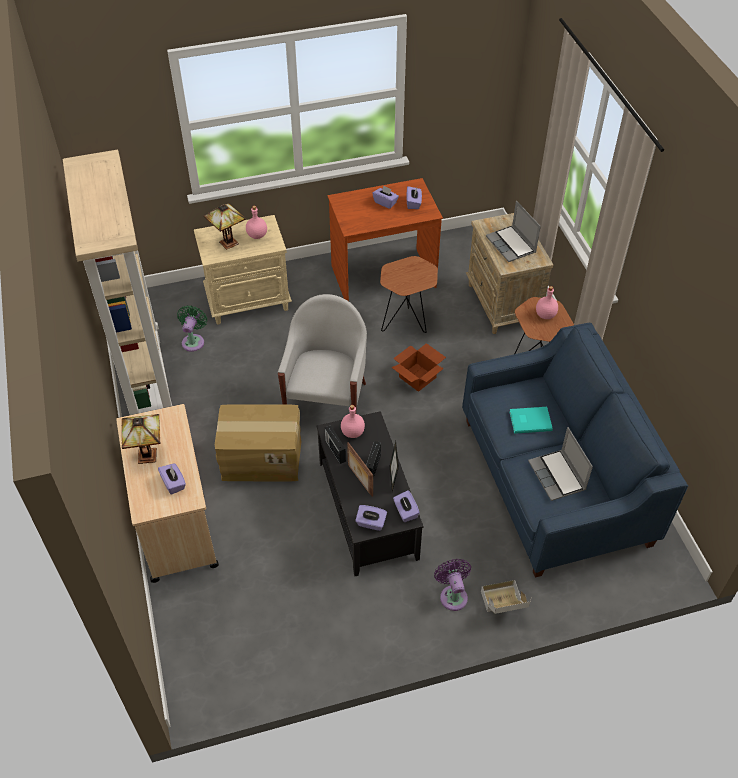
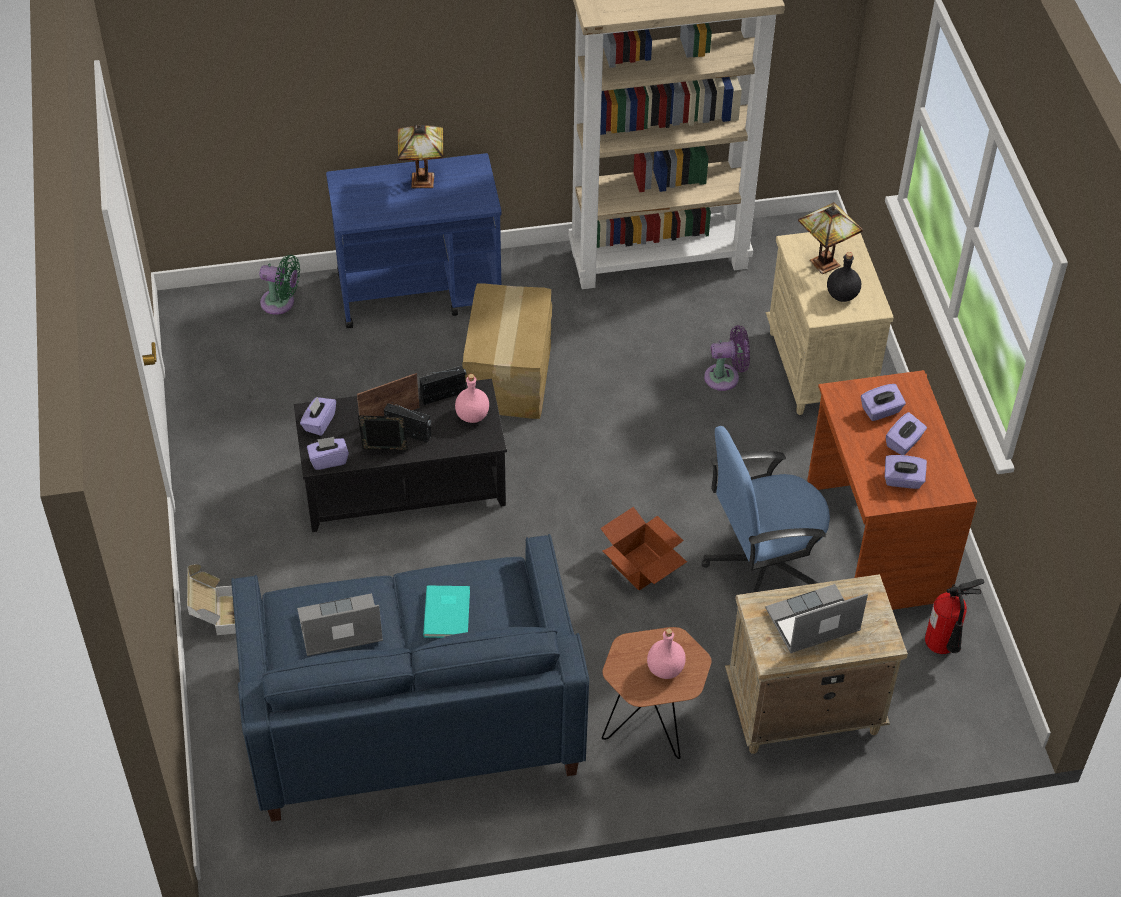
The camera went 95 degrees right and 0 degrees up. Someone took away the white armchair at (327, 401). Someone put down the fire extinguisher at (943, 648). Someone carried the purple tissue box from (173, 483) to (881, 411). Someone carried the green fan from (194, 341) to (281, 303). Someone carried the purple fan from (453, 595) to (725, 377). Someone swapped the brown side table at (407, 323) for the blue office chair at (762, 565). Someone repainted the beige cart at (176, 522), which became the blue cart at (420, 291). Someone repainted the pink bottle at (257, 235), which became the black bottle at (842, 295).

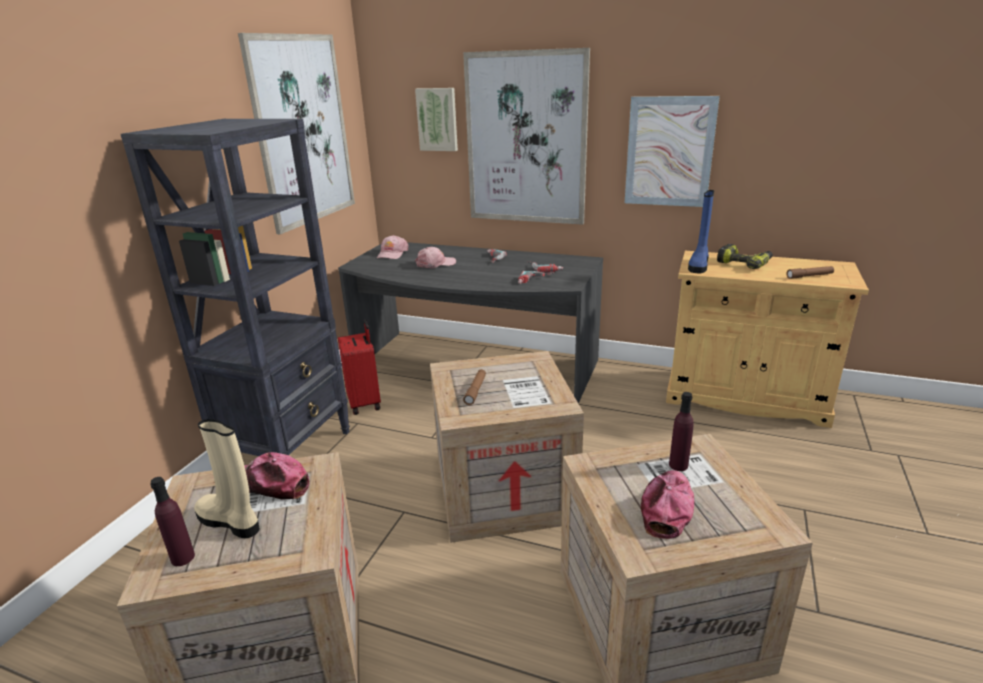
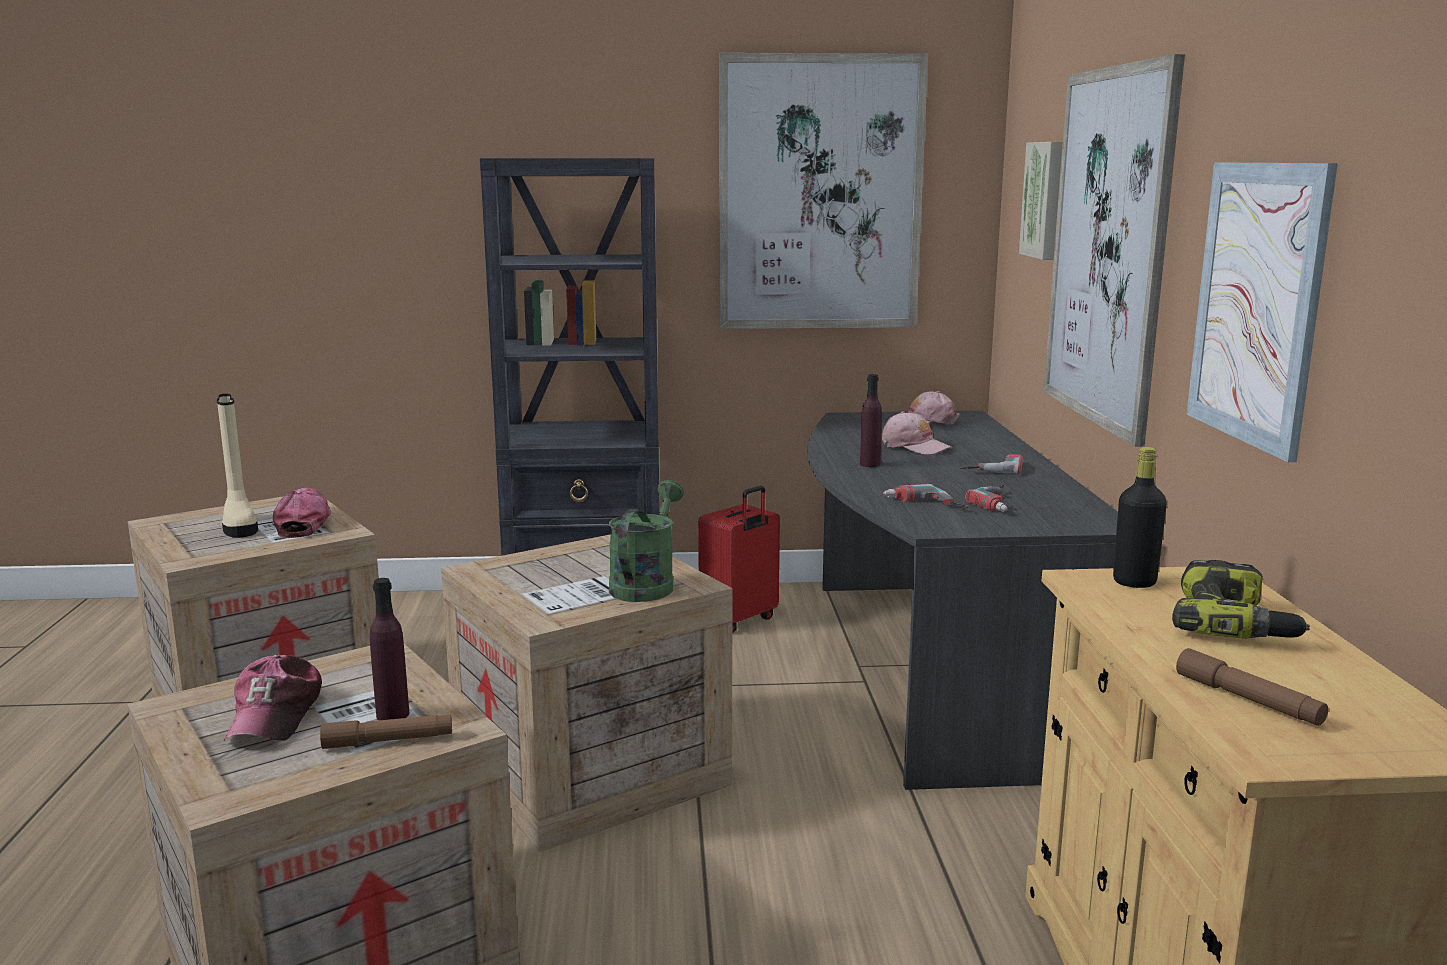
The camera went 65 degrees right and 10 degrees down. Someone put down the green watering can at (646, 584). Someone carried the purple bottle from (183, 557) to (870, 464). Someone carried the brown flashlight from (475, 390) to (388, 741). Someone swapped the blue boot at (699, 265) for the black bottle at (1134, 582). Someone rotated the beige boot at (230, 522) by 150 degrees clockwise. Someone rotated the cap at (667, 508) by 90 degrees clockwise.

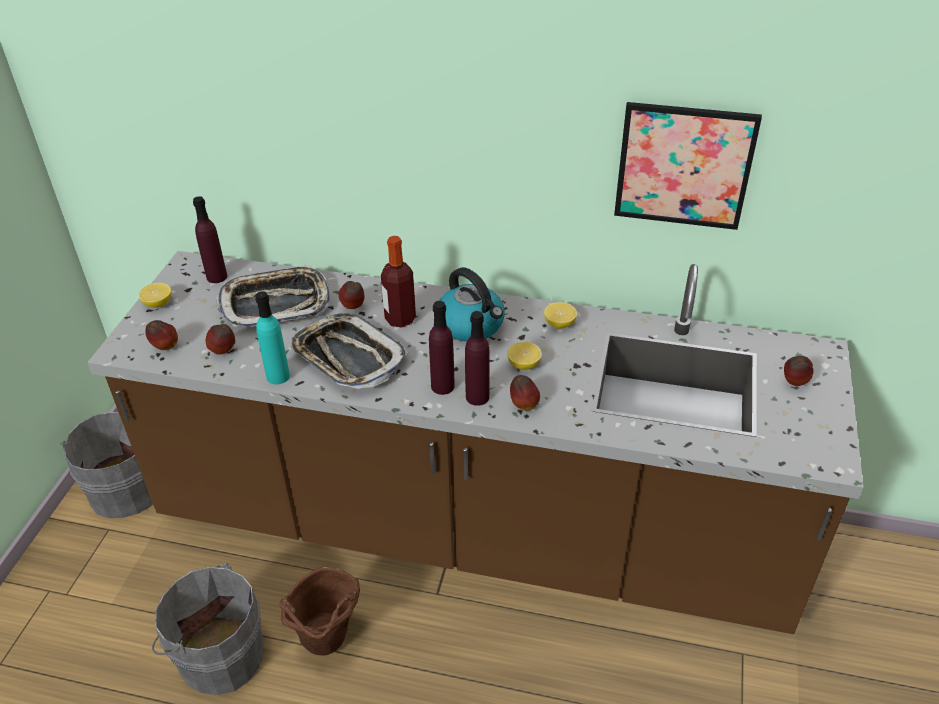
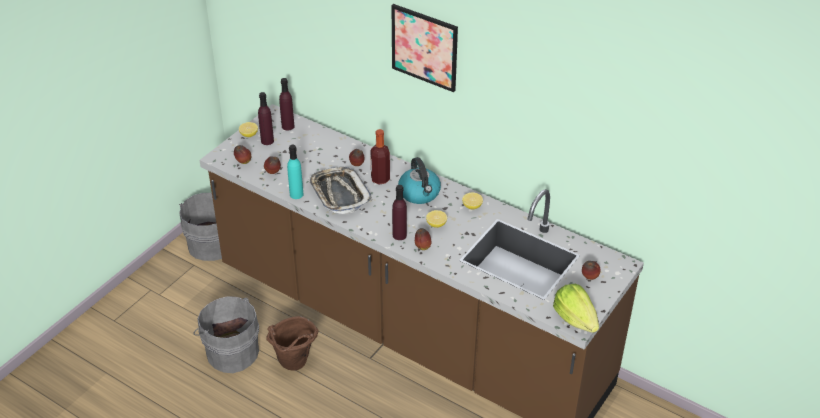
The camera went 20 degrees right and 0 degrees up. Someone took away the tray at (275, 303). Someone put down the lettuce at (575, 319). Someone carried the purple bottle from (442, 386) to (267, 141). Someone carried the picture from (684, 166) to (424, 47).

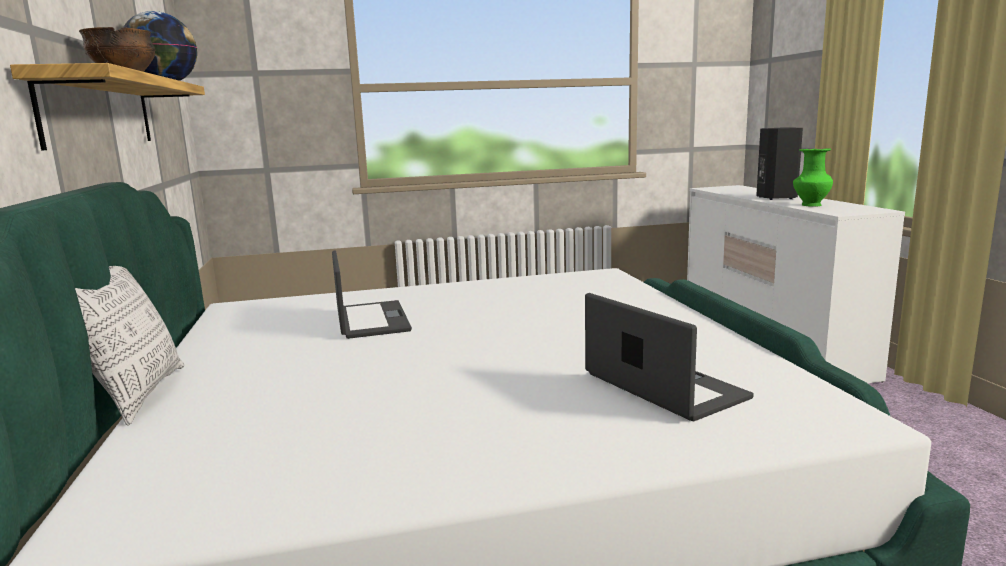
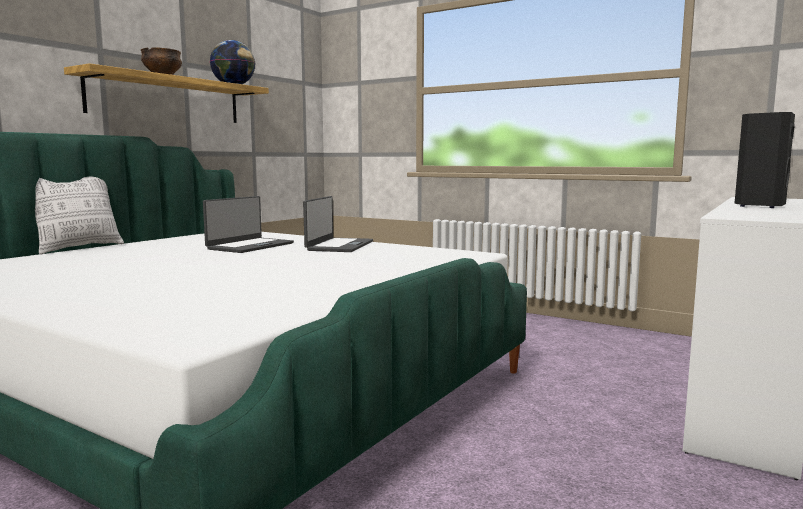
The camera went 45 degrees right and 5 degrees down. Someone took away the green vase at (810, 205). Someone carried the laptop from (663, 387) to (339, 246).

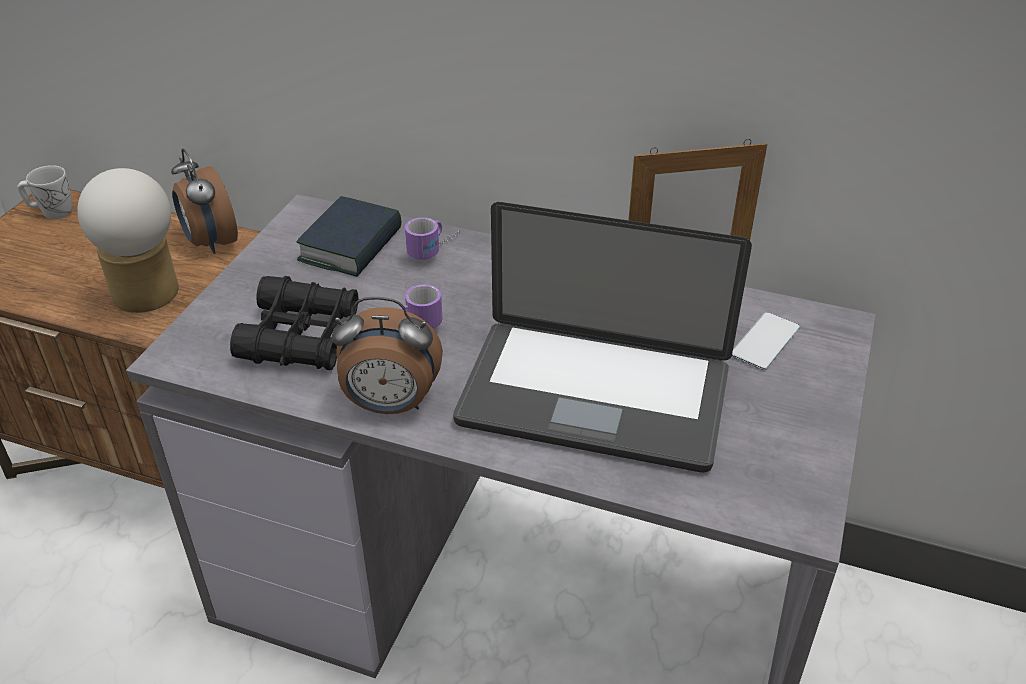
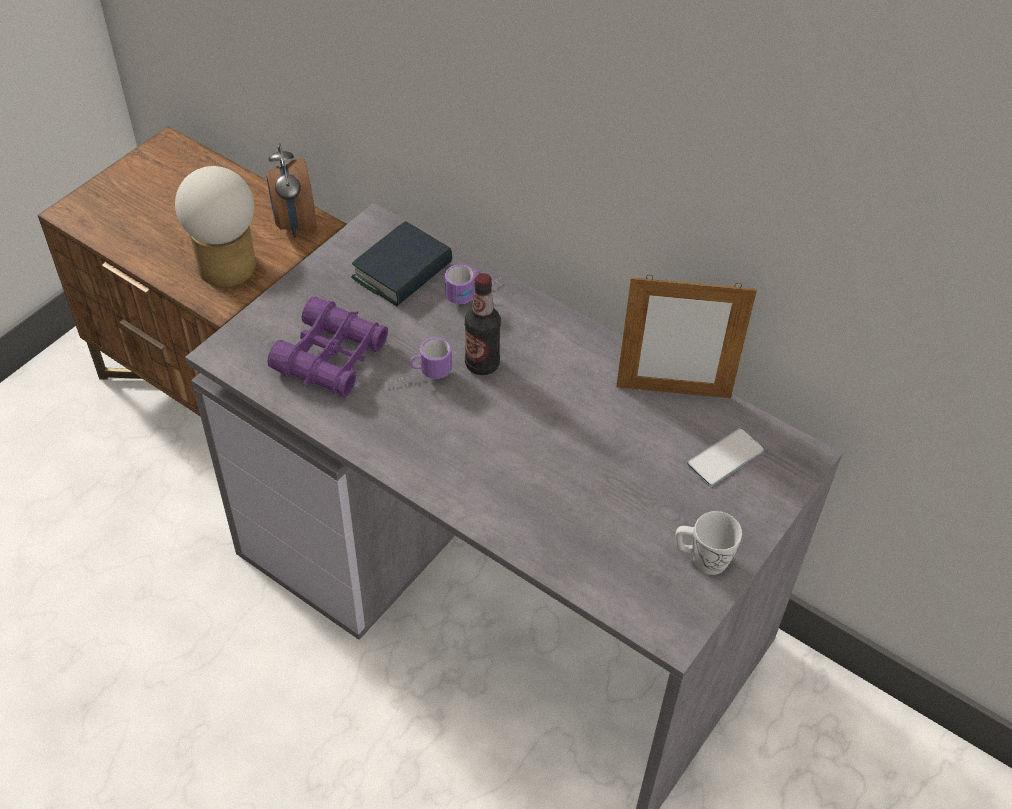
The camera went 15 degrees right and 10 degrees up. Someone took away the alarm clock at (390, 405). Someone took away the laptop at (594, 397). Someone put down the bottle at (482, 364). Someone carried the white mug from (51, 212) to (702, 559). Someone repainted the black binoculars at (300, 336), which became the purple binoculars at (331, 357).

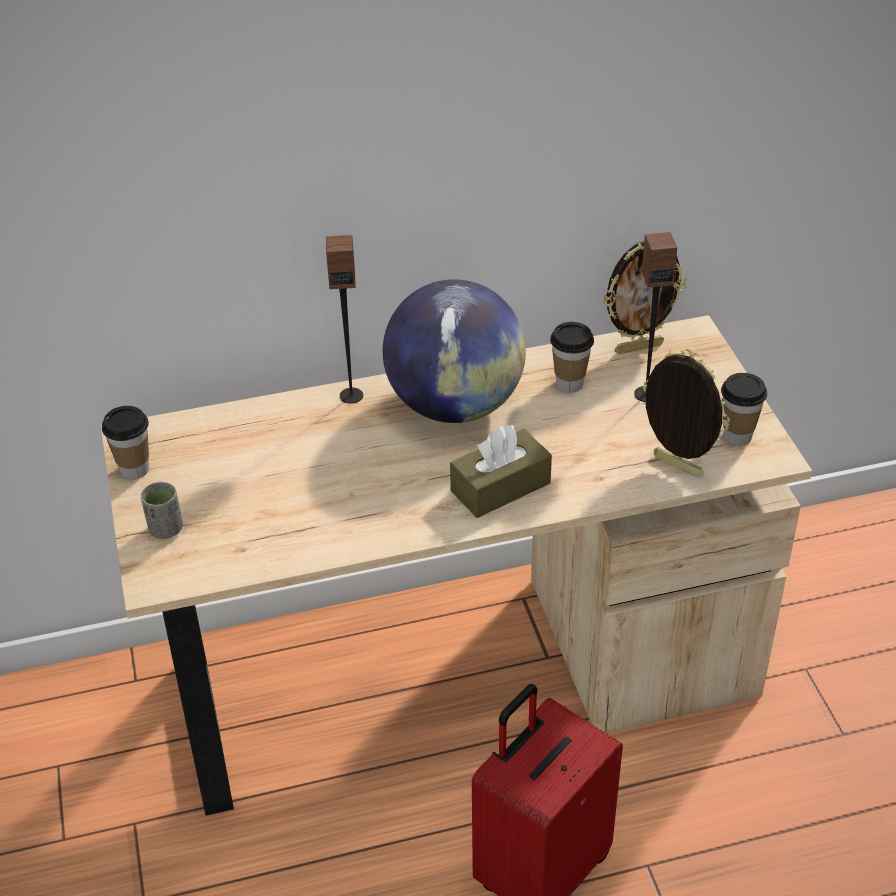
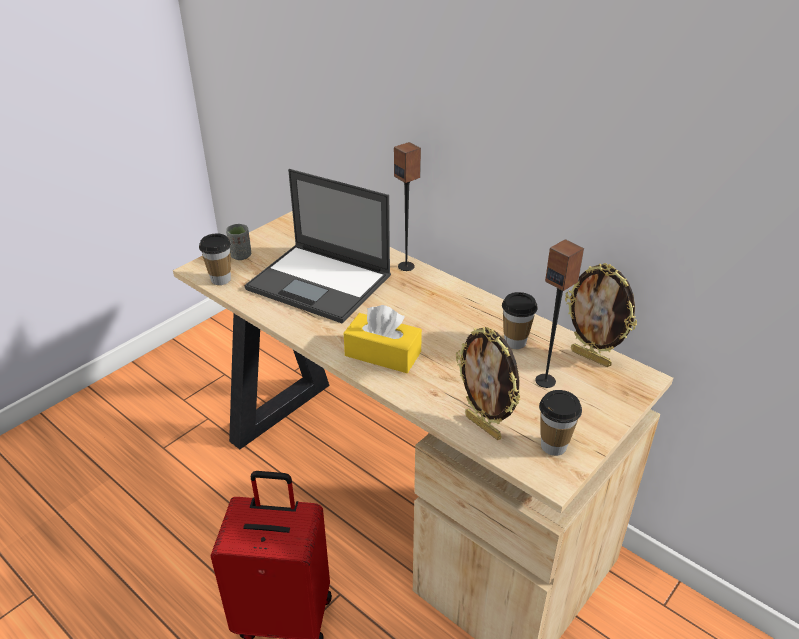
The camera went 55 degrees right and 5 degrees down. Someone took away the globe at (455, 405). Someone put down the laptop at (321, 283). Someone carried the cup from (134, 469) to (221, 279). Someone repainted the brown tissue box at (500, 487), which became the yellow tissue box at (383, 354). Someone rotated the picture frame at (676, 467) by 135 degrees clockwise.

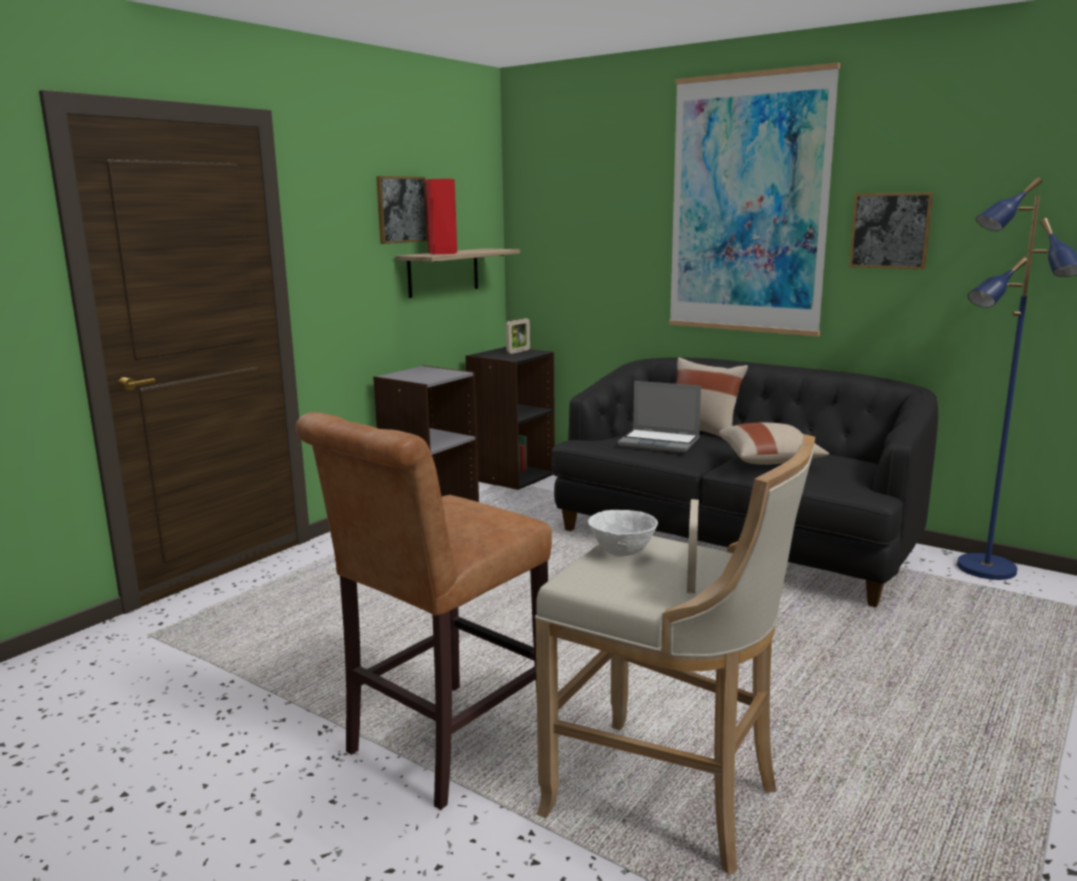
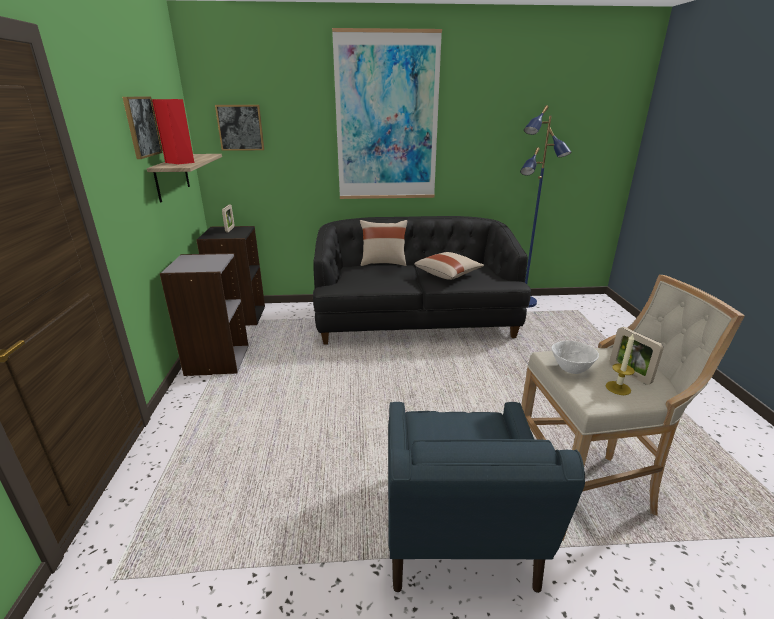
The camera went 40 degrees left and 10 degrees up. Someone took away the laptop at (660, 442). Someone put down the candle at (618, 388). Someone carried the picture from (890, 230) to (240, 127). Someone swapped the brown stool at (440, 747) for the blue armchair at (457, 532).

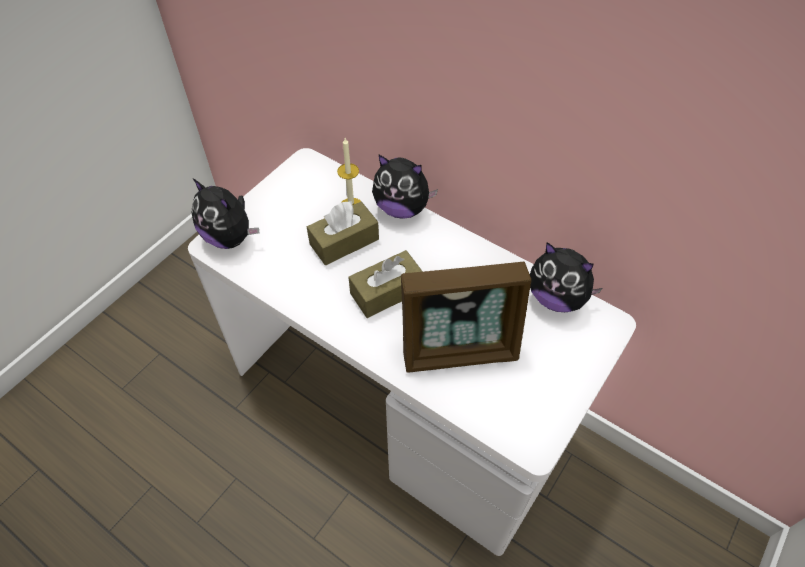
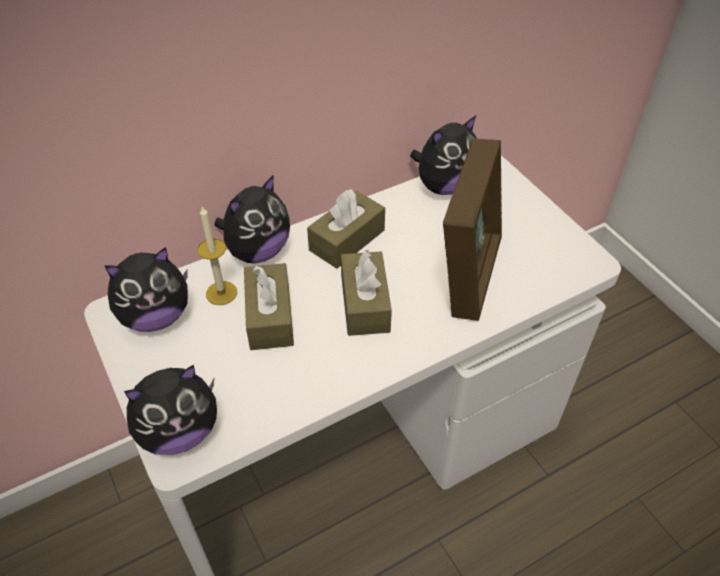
The camera went 65 degrees left and 5 degrees down. Someone put down the plush toy at (156, 316). Someone put down the brown tissue box at (347, 240).

